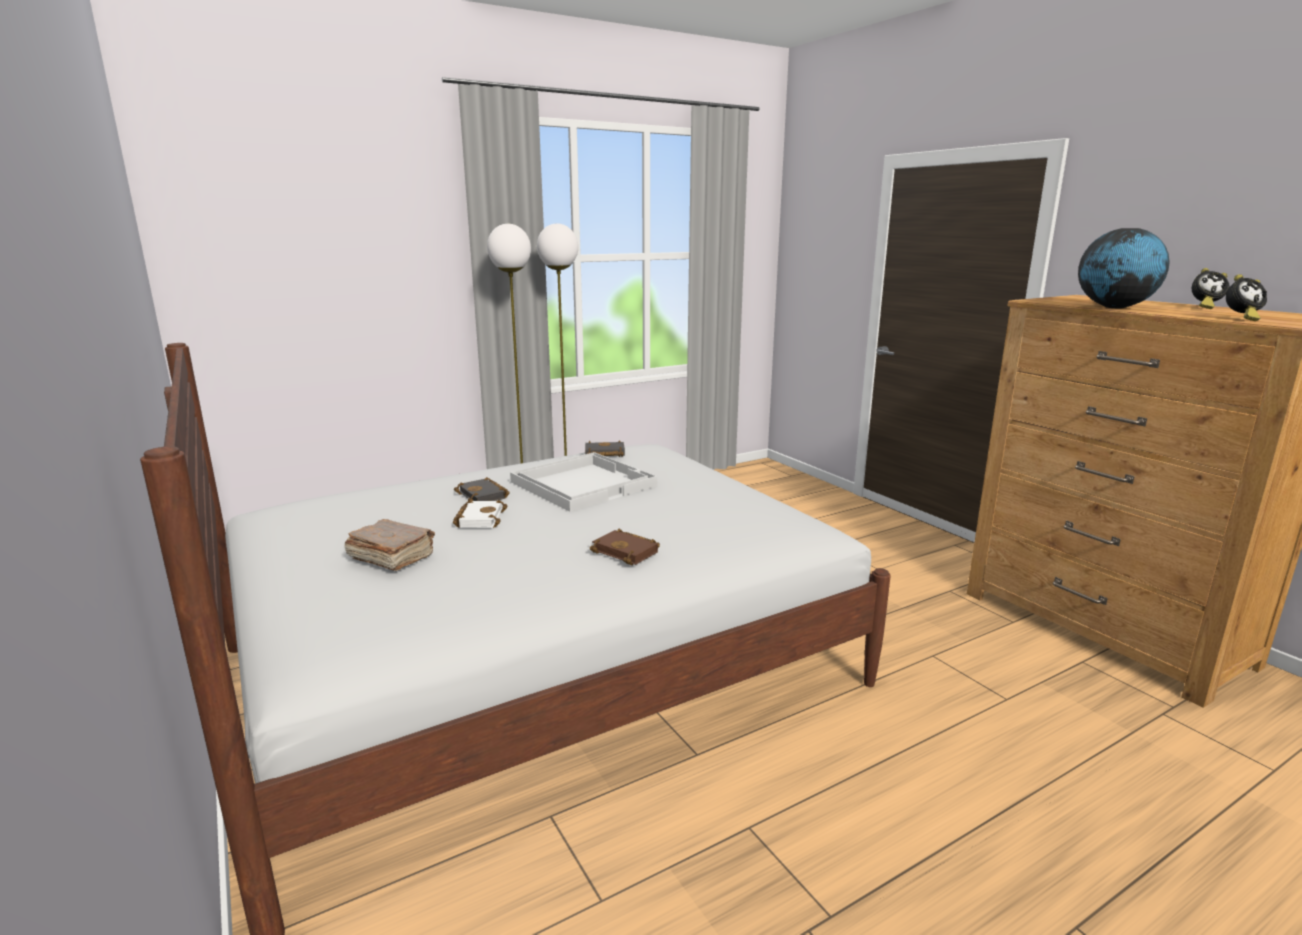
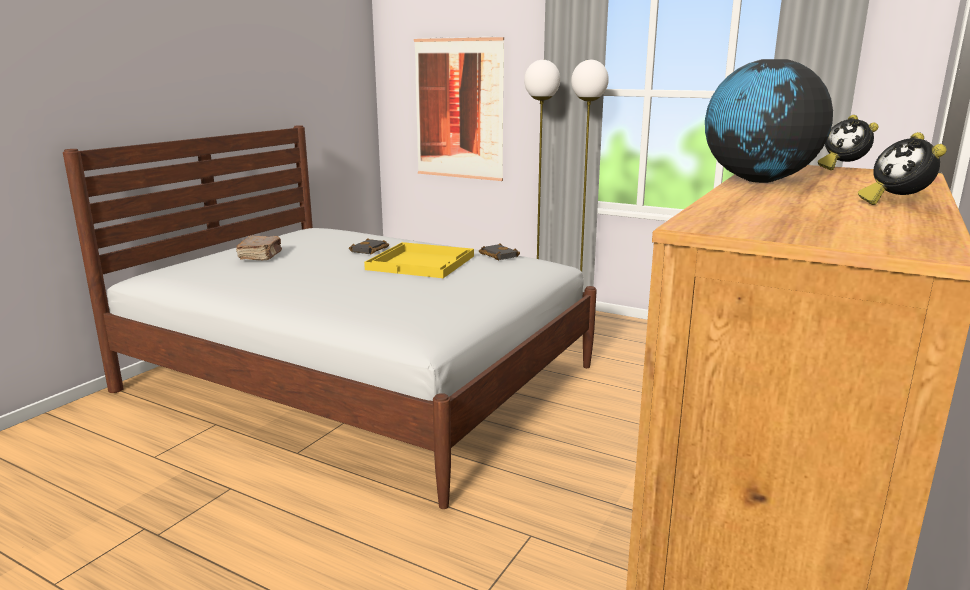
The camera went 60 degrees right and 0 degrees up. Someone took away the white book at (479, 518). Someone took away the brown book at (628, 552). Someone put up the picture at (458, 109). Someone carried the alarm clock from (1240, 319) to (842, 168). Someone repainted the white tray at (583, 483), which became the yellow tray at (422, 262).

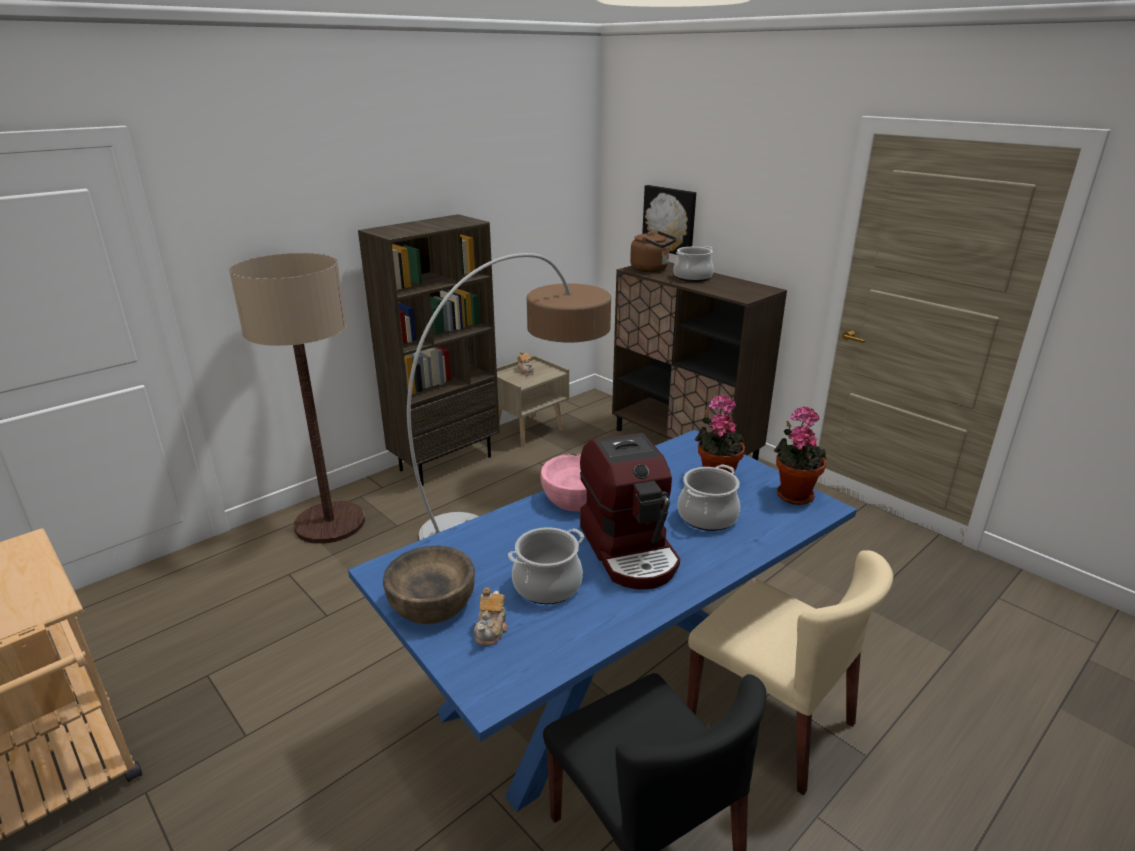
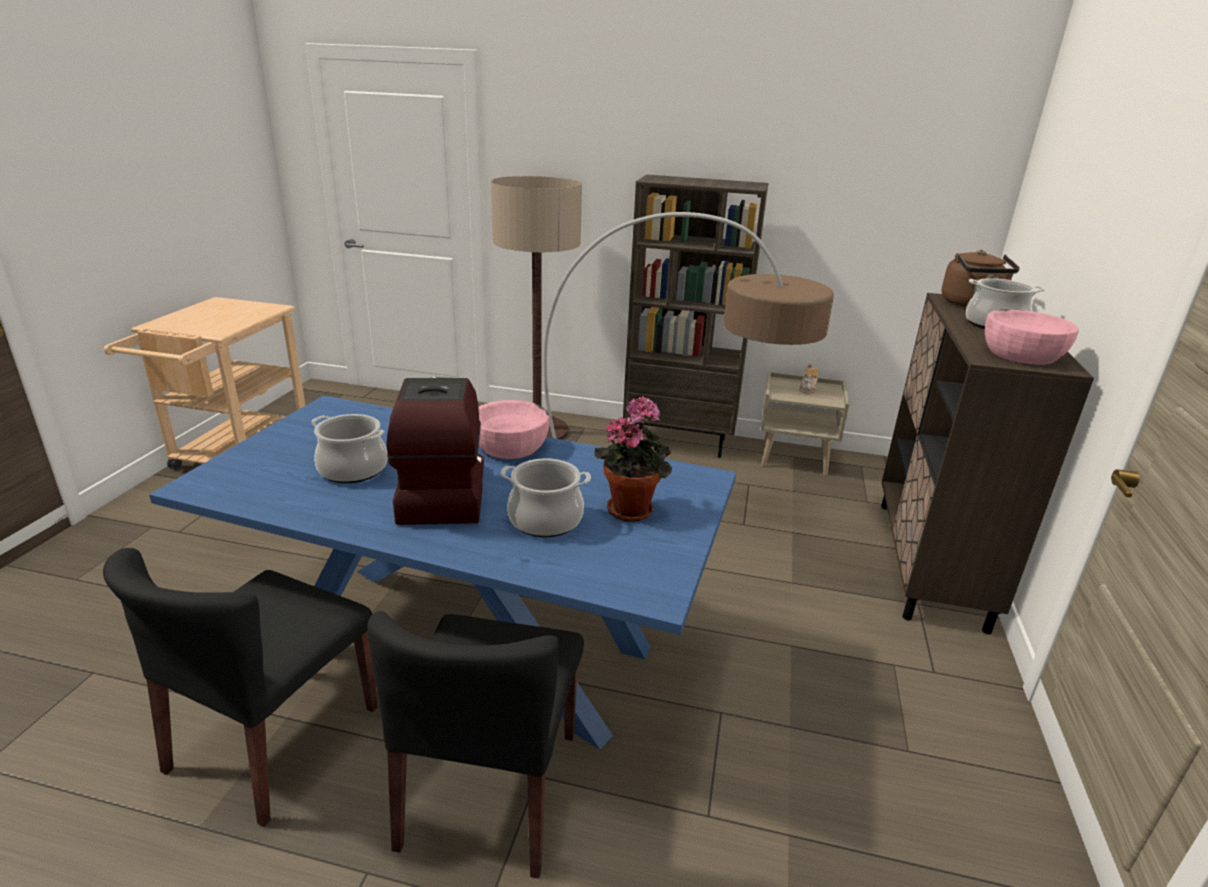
The camera went 55 degrees right and 0 degrees up. Someone took away the brown bowl at (431, 602). Someone took away the teapot at (491, 629). Someone took away the picture at (670, 220). Someone took away the potted plant at (793, 494). Someone put down the pink bowl at (1021, 354). Someone repainted the beige chair at (771, 720), which became the black chair at (491, 790). Someone rotated the coffee machine at (630, 549) by 135 degrees clockwise.

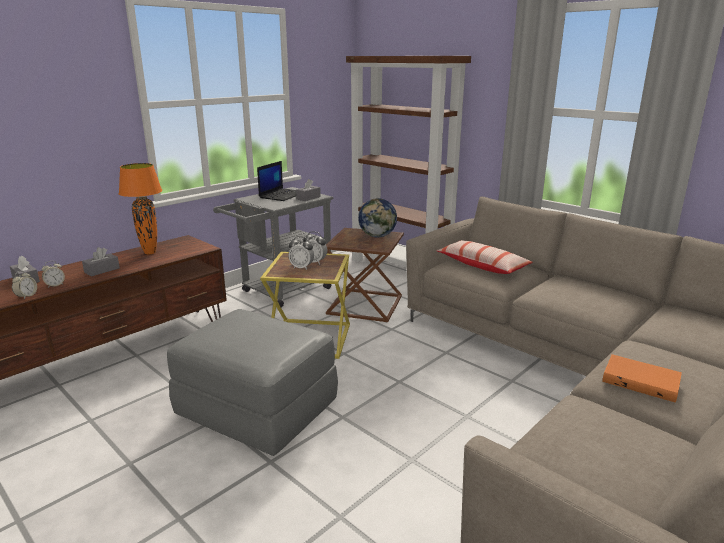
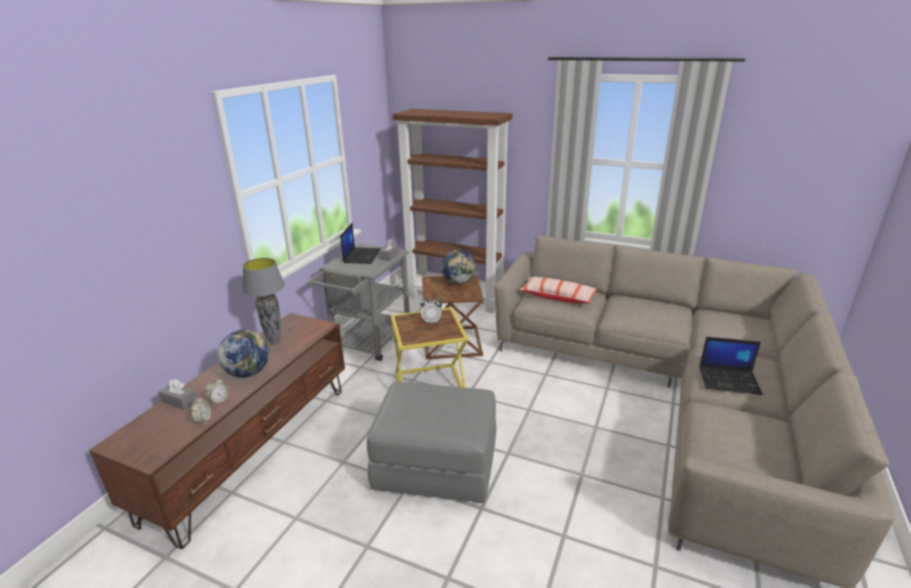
The camera went 20 degrees left and 5 degrees up. Someone took away the alarm clock at (301, 267). Someone swapped the grey tissue box at (102, 270) for the globe at (248, 373). Someone swapped the orange book at (641, 381) for the laptop at (729, 380). Someone repainted the orange table lamp at (150, 253), which became the grey table lamp at (274, 342).

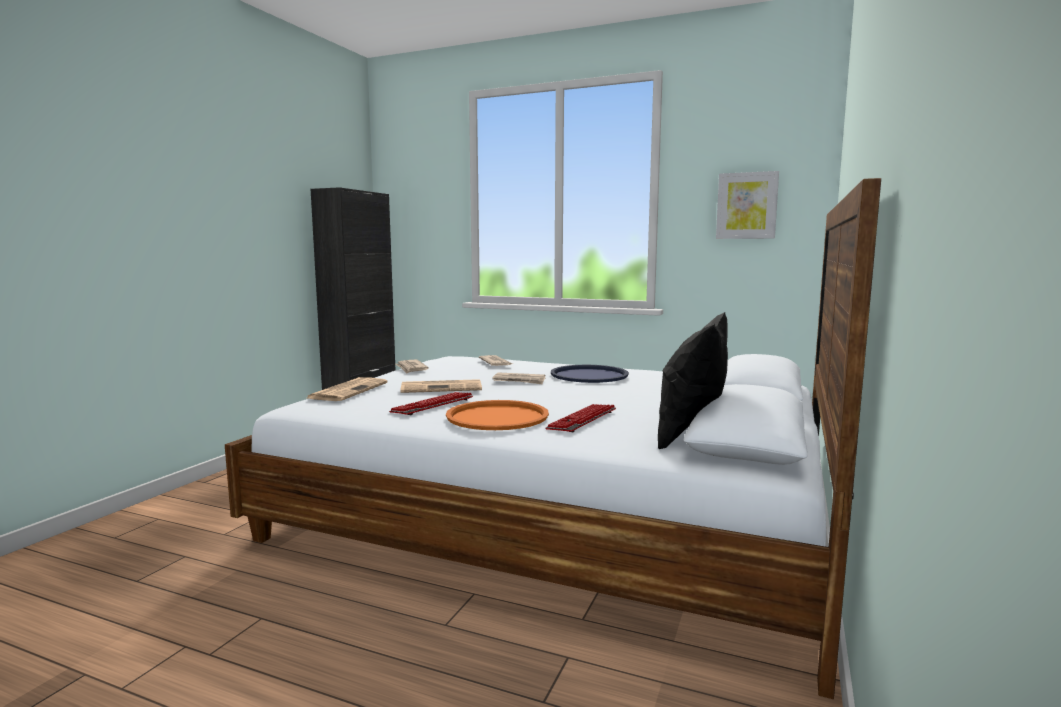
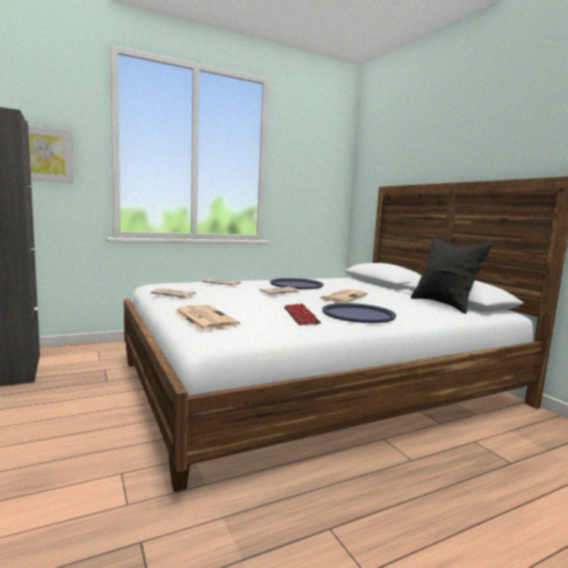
The camera went 50 degrees left and 0 degrees up. Someone took away the keyboard at (582, 420). Someone carried the newspaper from (442, 388) to (343, 297). Someone carried the picture from (746, 206) to (48, 155). Someone repainted the orange tray at (497, 417), which became the blue tray at (358, 314).

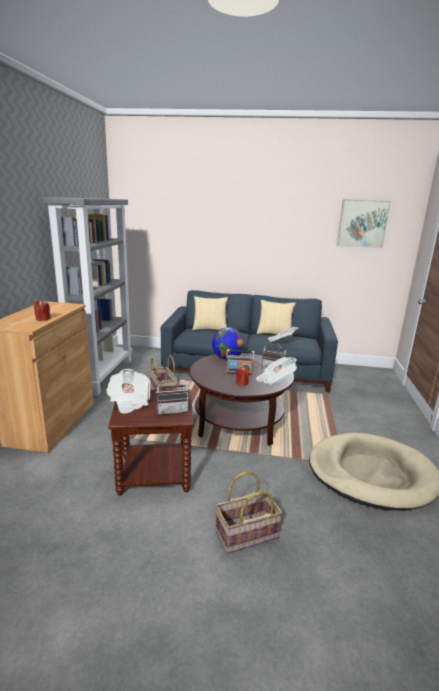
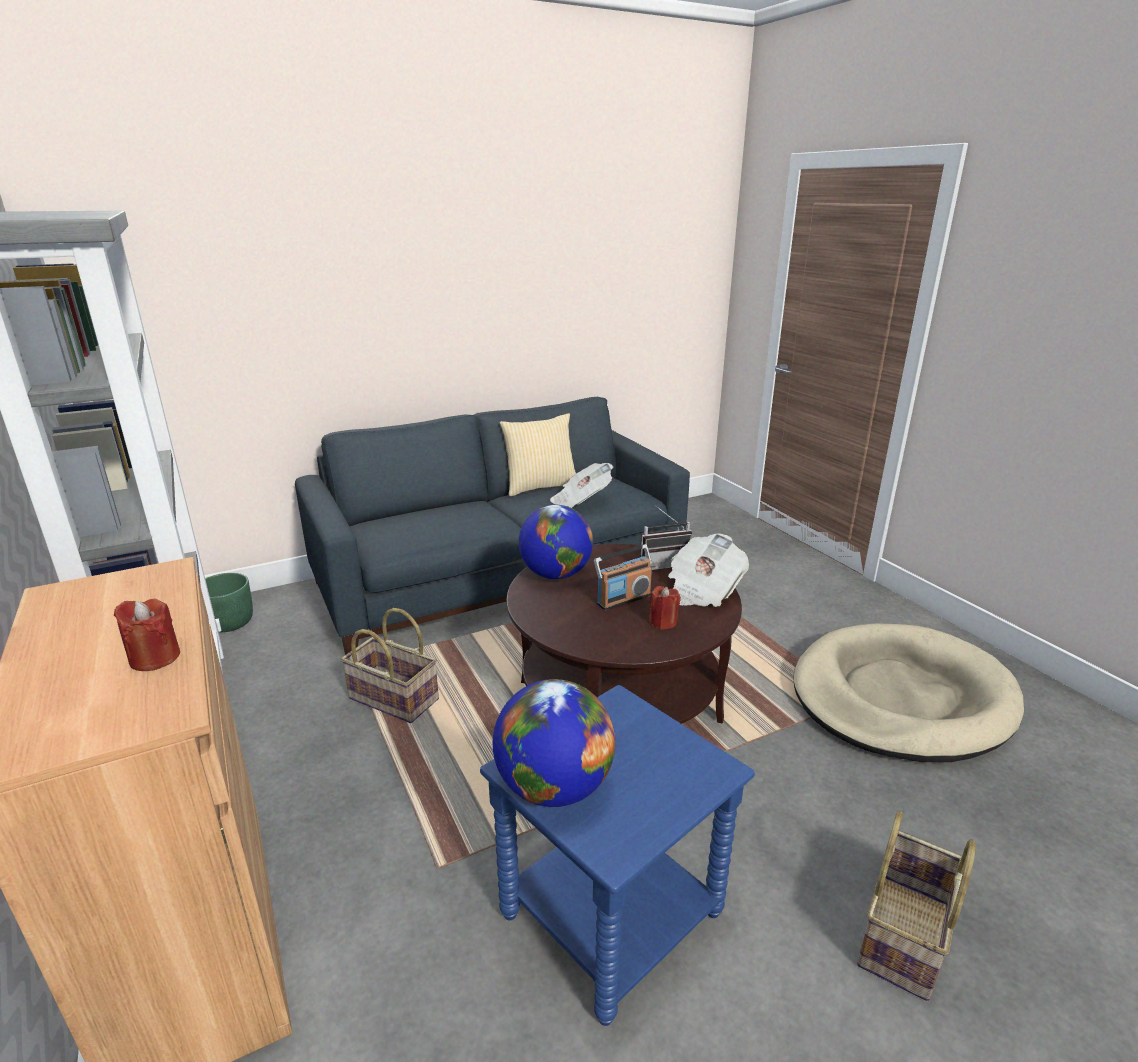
The camera went 35 degrees left and 5 degrees up. Someone took away the radio at (172, 410). Someone took away the pillow at (210, 329). Someone took away the picture at (362, 223). Someone put down the green planter at (230, 623). Someone swapped the newspaper at (129, 402) for the globe at (554, 787). Someone repainted the brown side table at (155, 473), which became the blue side table at (610, 913).

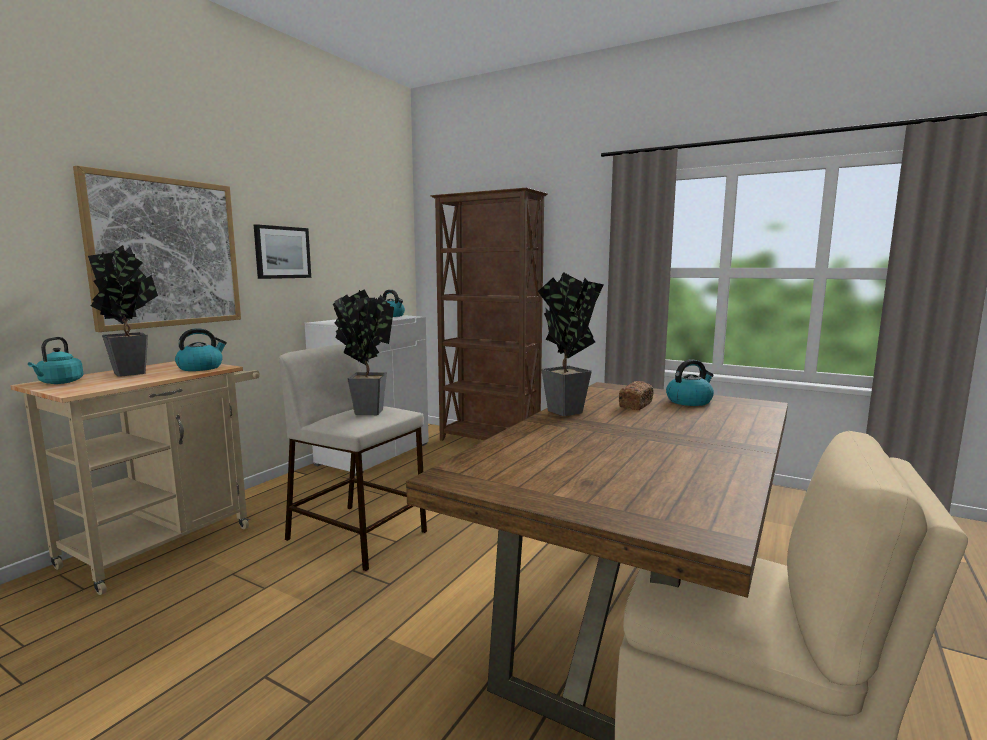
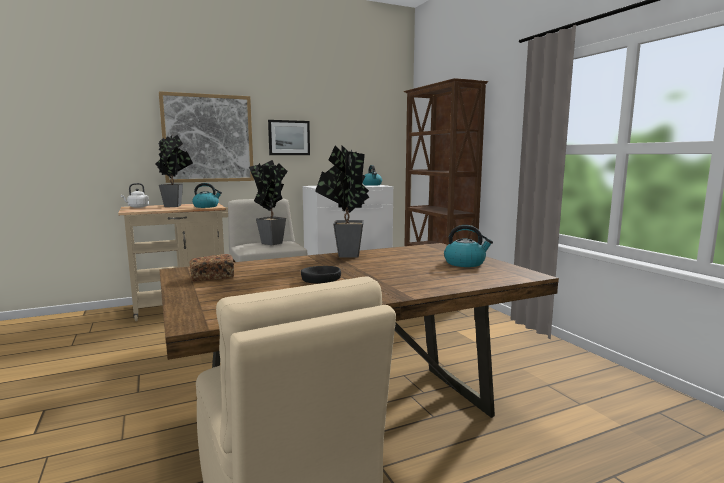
The camera went 35 degrees right and 0 degrees up. Someone put down the black bowl at (321, 280). Someone carried the bread from (636, 405) to (212, 277). Someone repainted the turquoise kettle at (59, 382), which became the white kettle at (137, 207).

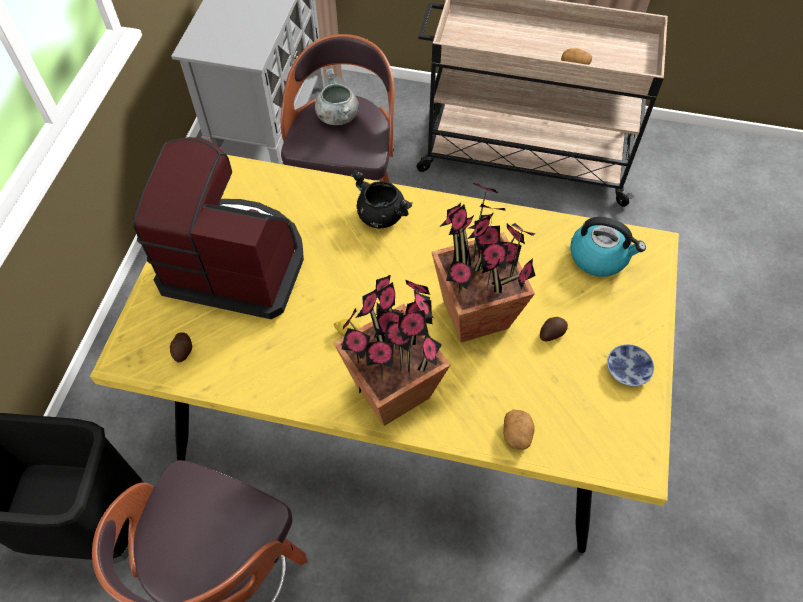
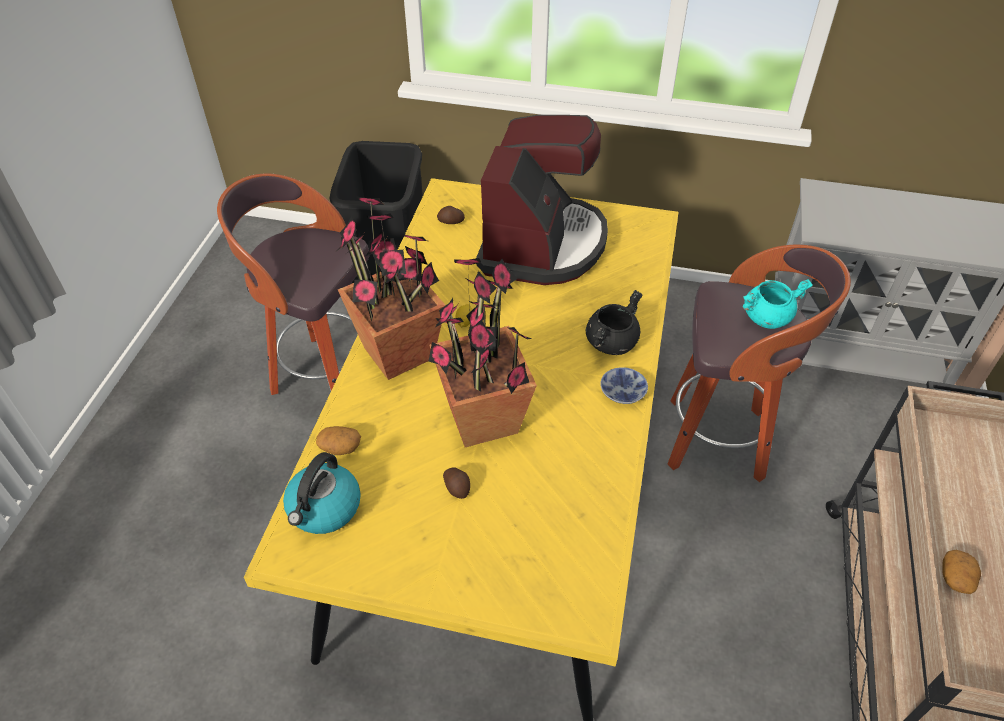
The camera went 90 degrees right and 10 degrees down. Someone carried the kettle from (599, 256) to (324, 509). Someone carried the bowl from (627, 368) to (624, 392). Someone repainted the grey cooking pot at (337, 116), which became the turquoise cooking pot at (766, 317).

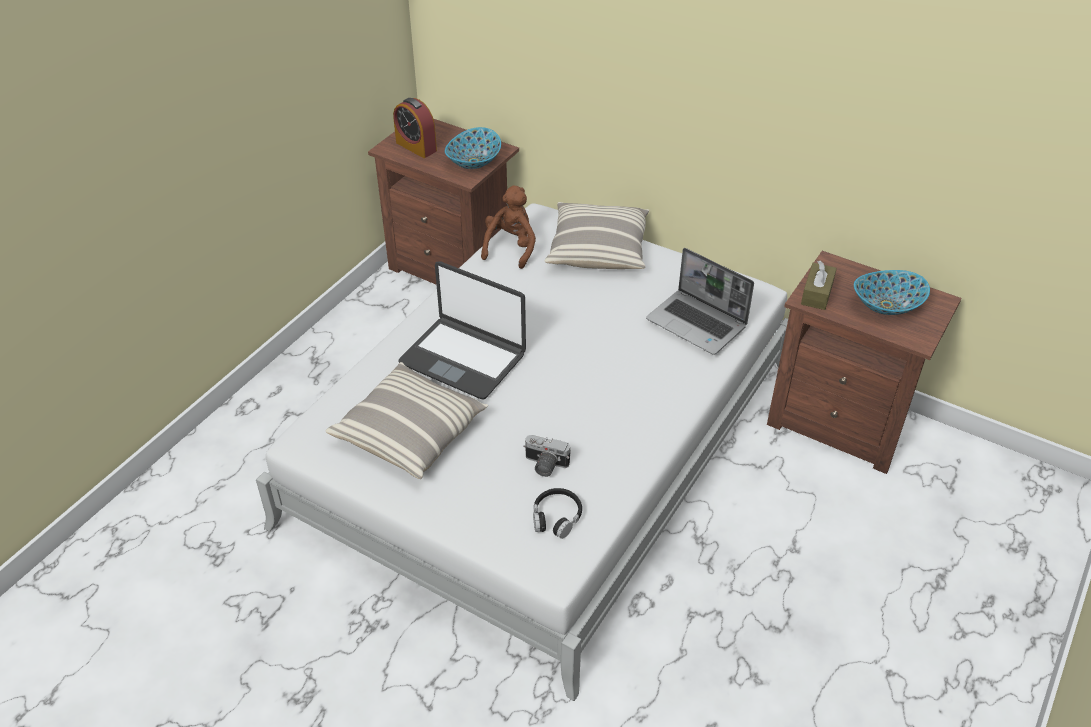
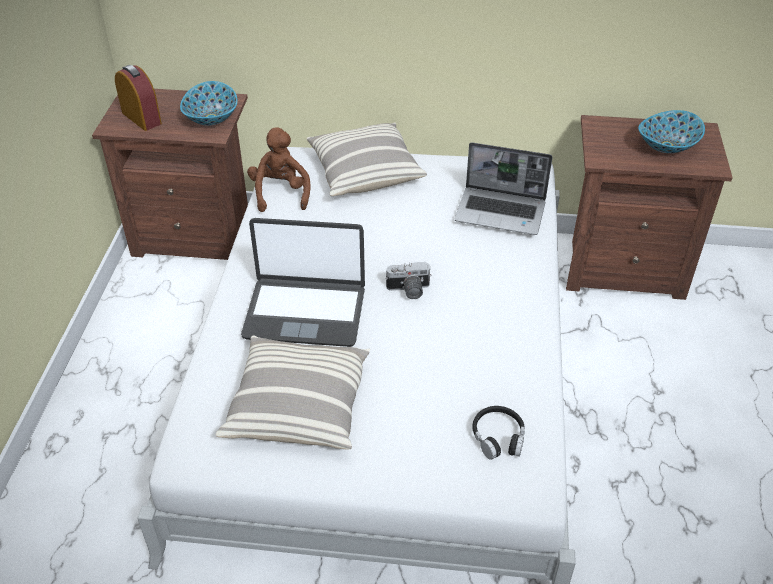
The camera went 25 degrees left and 0 degrees up. Someone took away the brown tissue box at (817, 293). Someone carried the photo camera from (544, 465) to (408, 290). Someone rotated the alarm clock at (416, 146) by 150 degrees counterclockwise.

